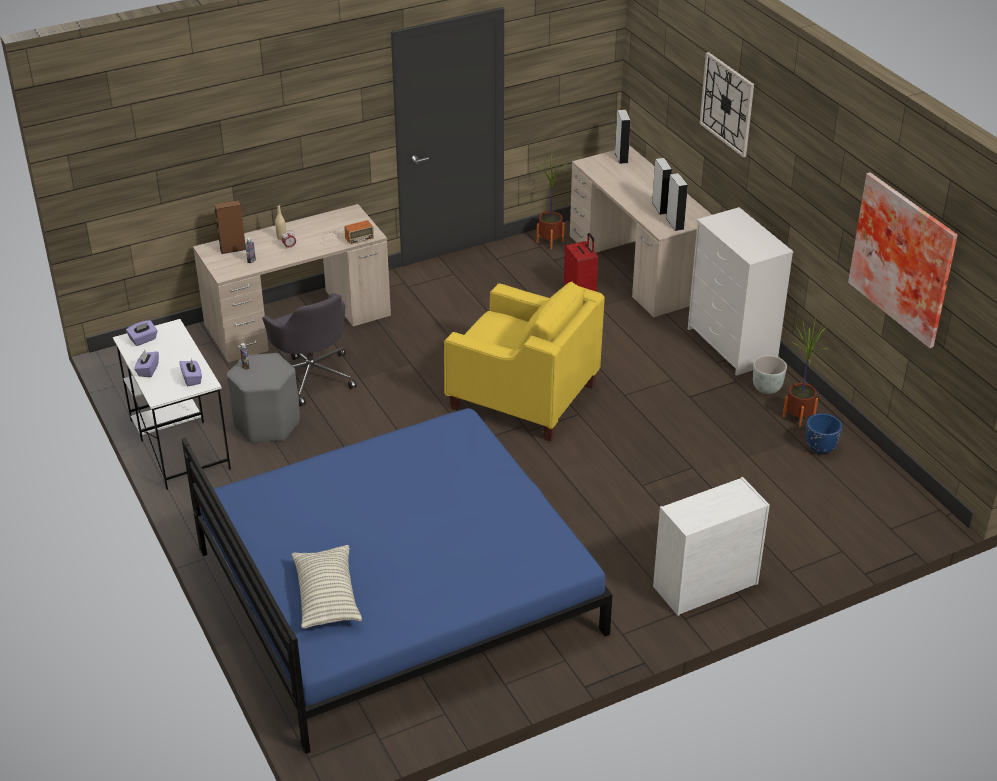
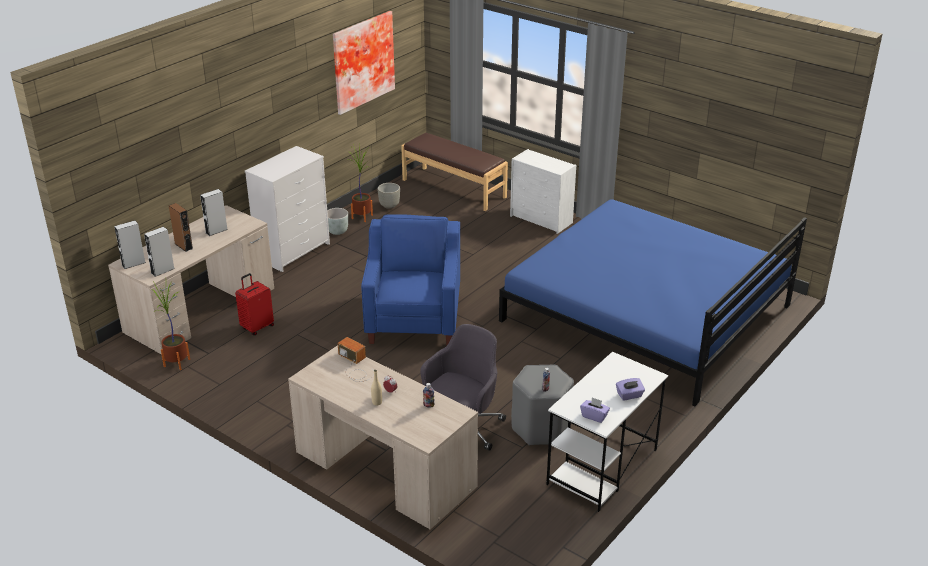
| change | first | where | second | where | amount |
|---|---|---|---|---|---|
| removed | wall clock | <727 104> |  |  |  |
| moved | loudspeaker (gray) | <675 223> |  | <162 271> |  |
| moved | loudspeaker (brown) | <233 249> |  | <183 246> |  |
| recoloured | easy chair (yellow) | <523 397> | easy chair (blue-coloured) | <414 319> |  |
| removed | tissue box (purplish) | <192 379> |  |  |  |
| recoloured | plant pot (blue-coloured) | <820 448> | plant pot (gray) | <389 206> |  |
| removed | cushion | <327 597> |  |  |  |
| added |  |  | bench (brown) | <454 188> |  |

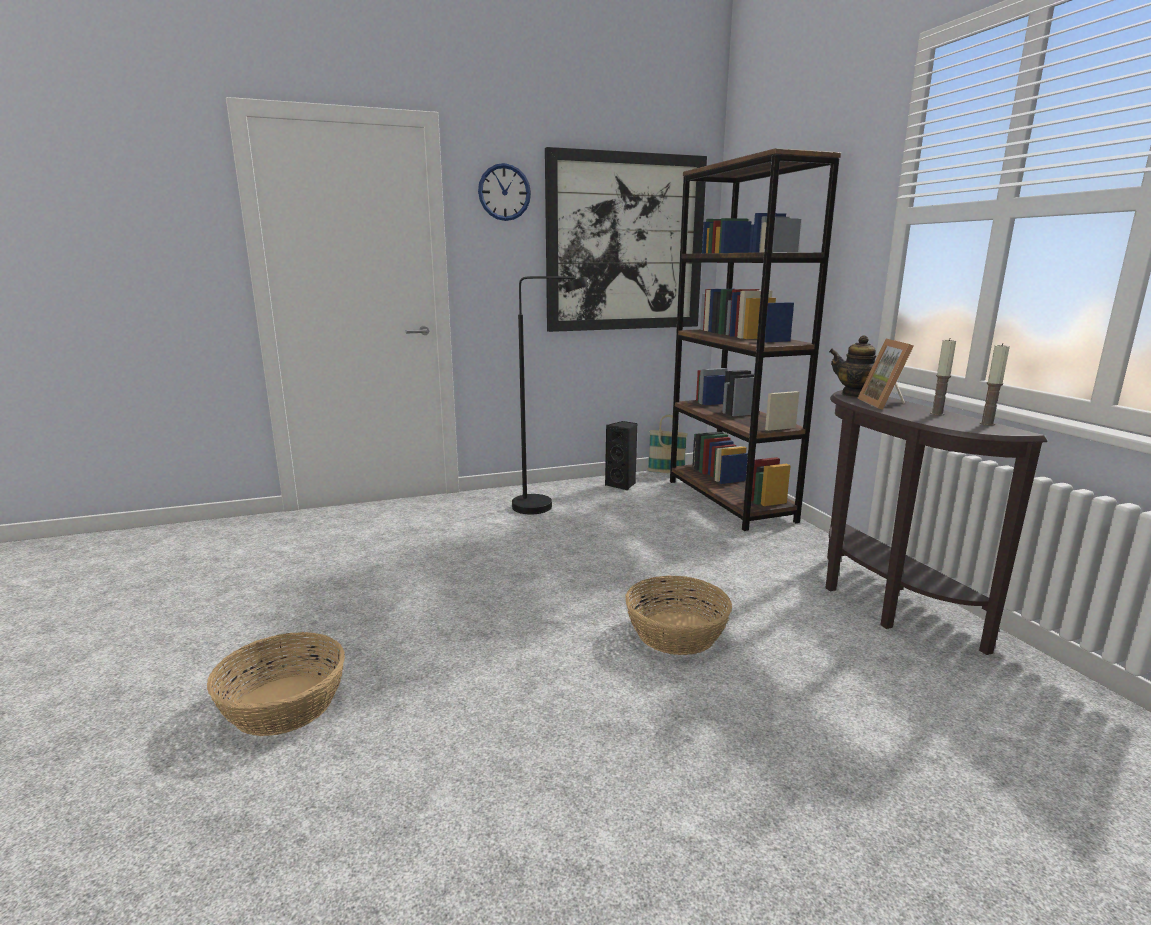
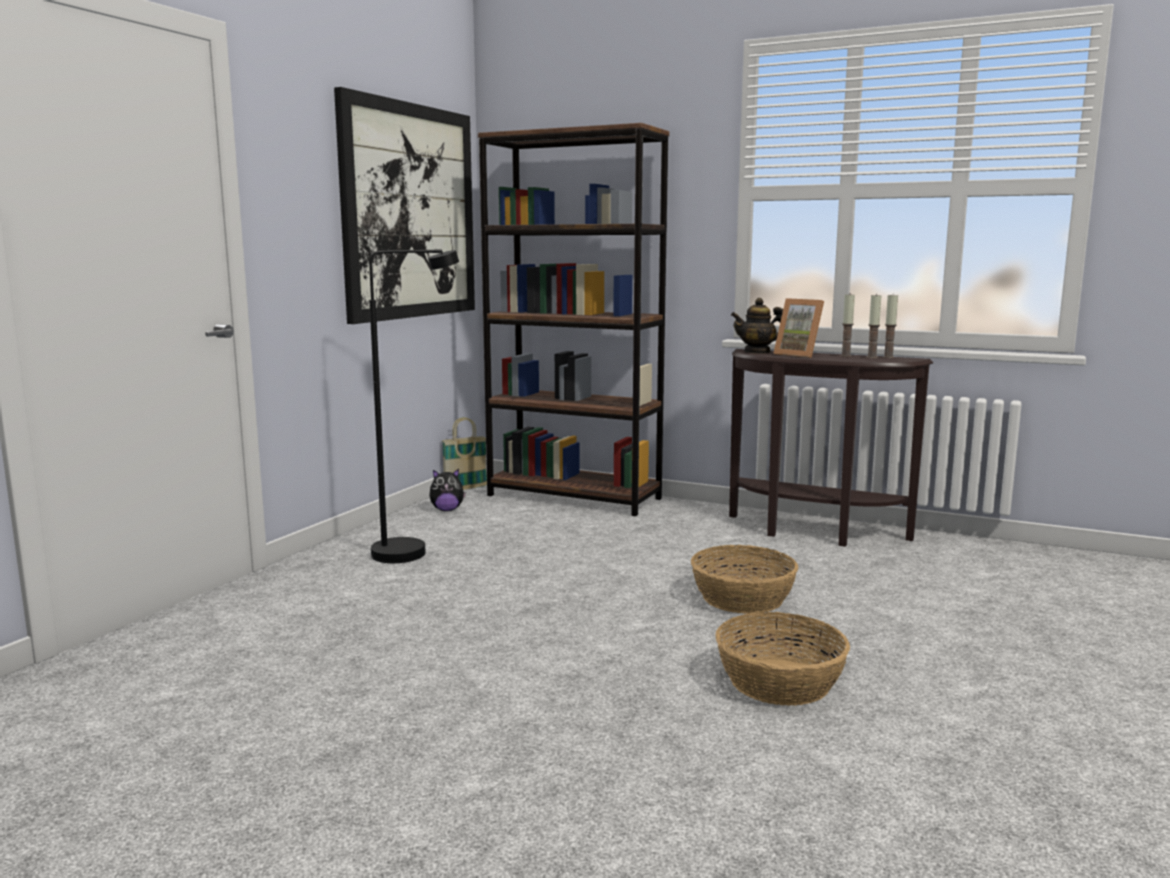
| change | first | where | second | where | amount |
|---|---|---|---|---|---|
| removed | wall clock | <504 192> |  |  |  |
| replaced | loudspeaker (black-coloured) | <622 485> | soft toy | <447 510> |  |
| moved | basket | <284 704> |  | <778 681> |  |
| added |  |  | wax candle | <872 357> |  |

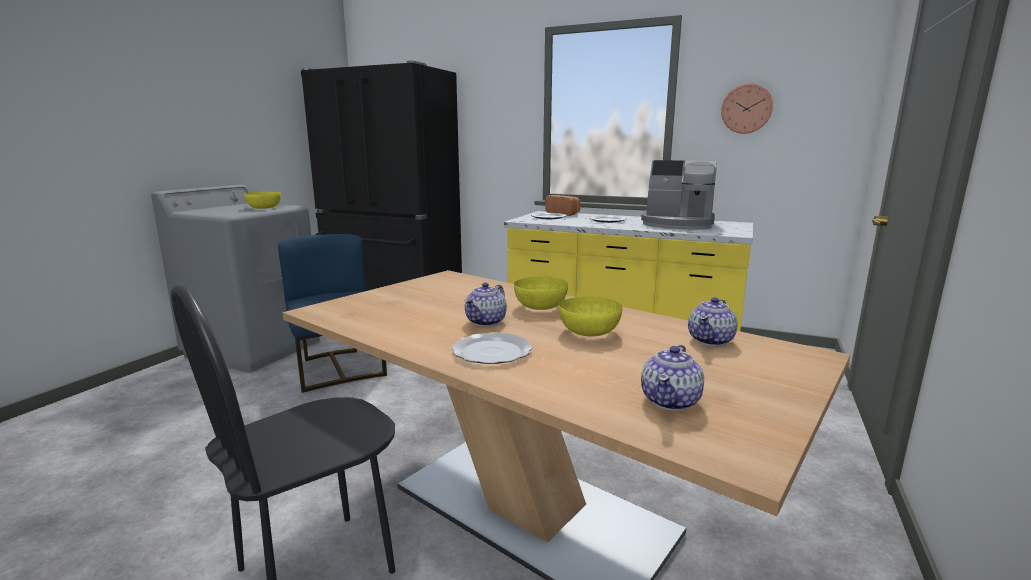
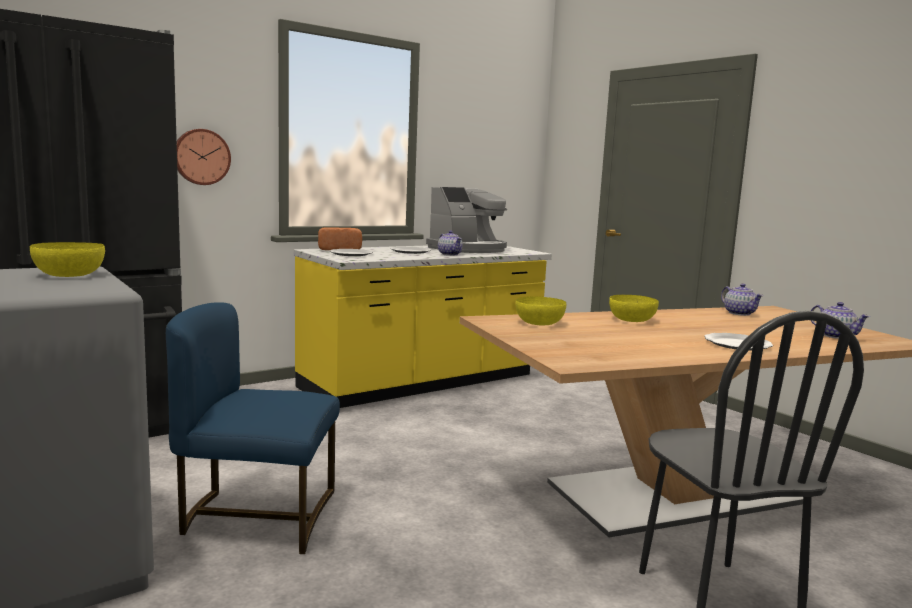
| change | first | where | second | where | amount |
|---|---|---|---|---|---|
| moved | wall clock | <746 109> |  | <201 157> |  |
| moved | teapot | <486 321> |  | <449 254> |  |
| moved | serving bowl (yellow) | <589 332> |  | <540 323> |  |

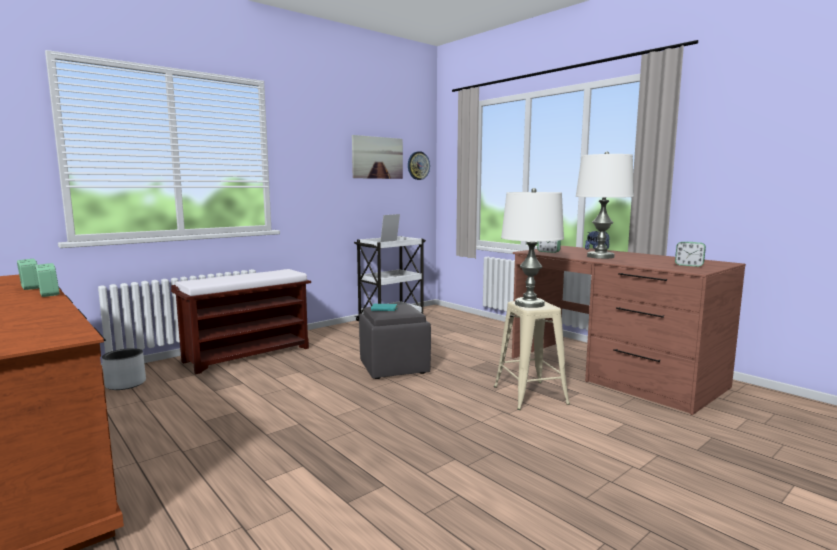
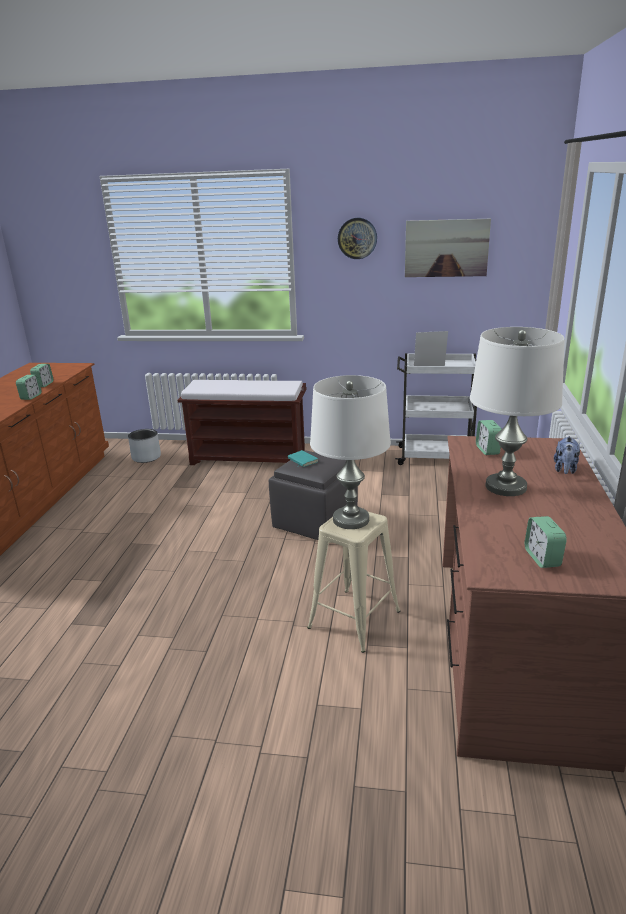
| change | first | where | second | where | amount |
|---|---|---|---|---|---|
| moved | wall clock | <418 165> |  | <357 238> |  |

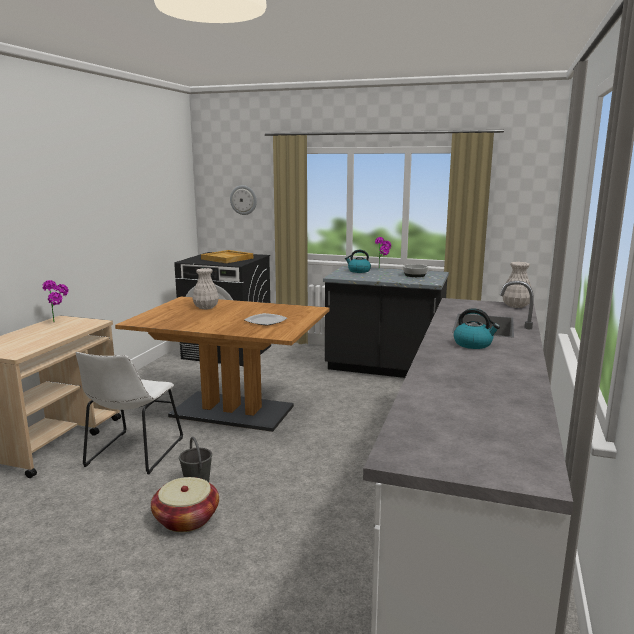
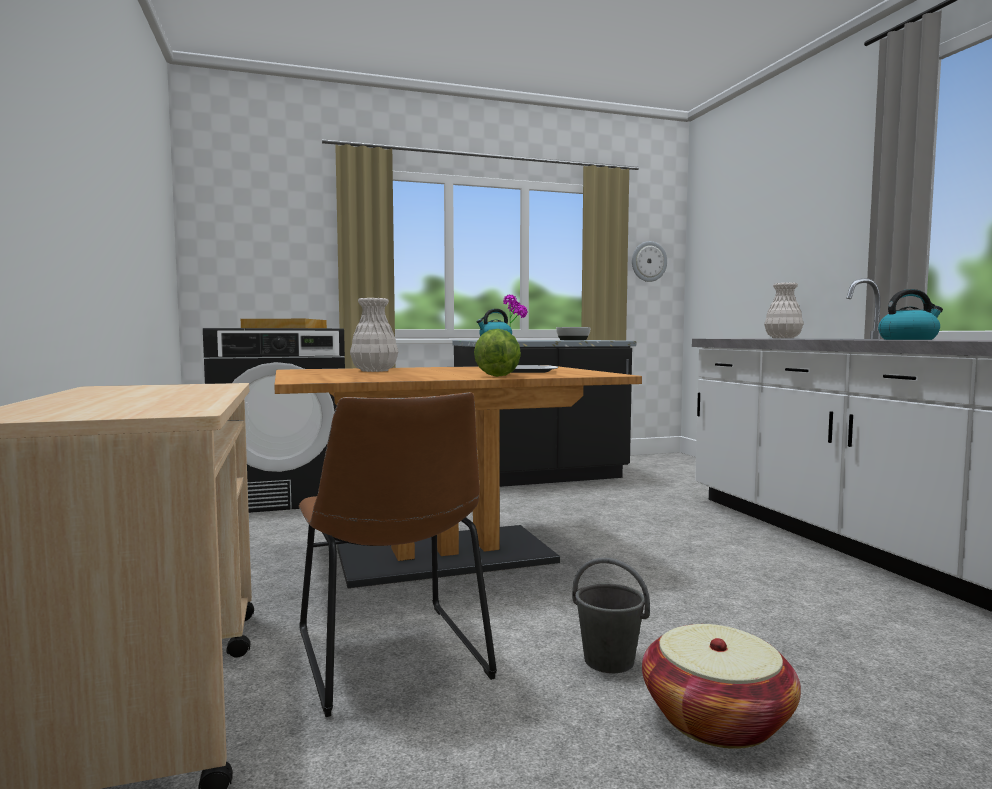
| change | first | where | second | where | amount |
|---|---|---|---|---|---|
| moved | wall clock | <243 200> |  | <648 261> |  |
| removed | houseplant | <59 322> |  |  |  |
| recoloured | plain chair (white-coloured) | <133 454> | plain chair (brown) | <393 659> |  |
| added |  |  | head of lettuce | <497 376> |  |

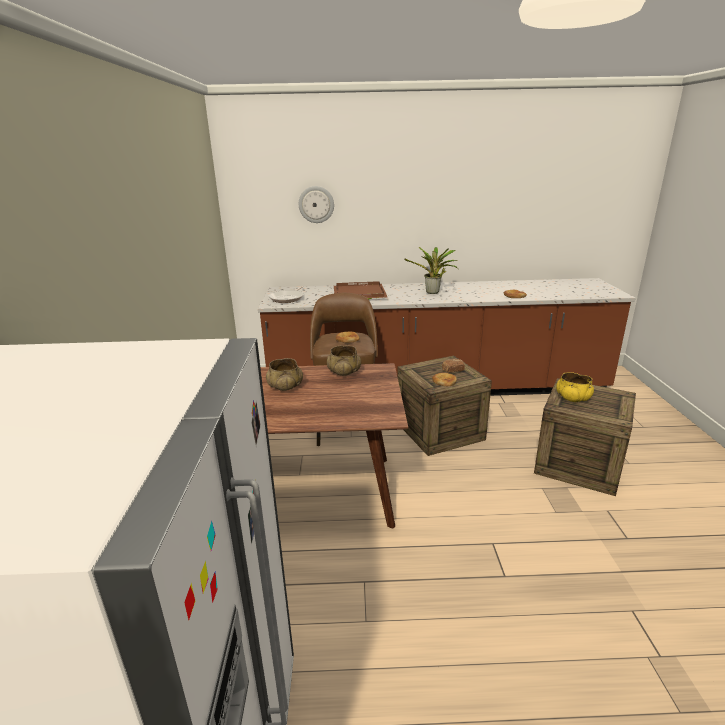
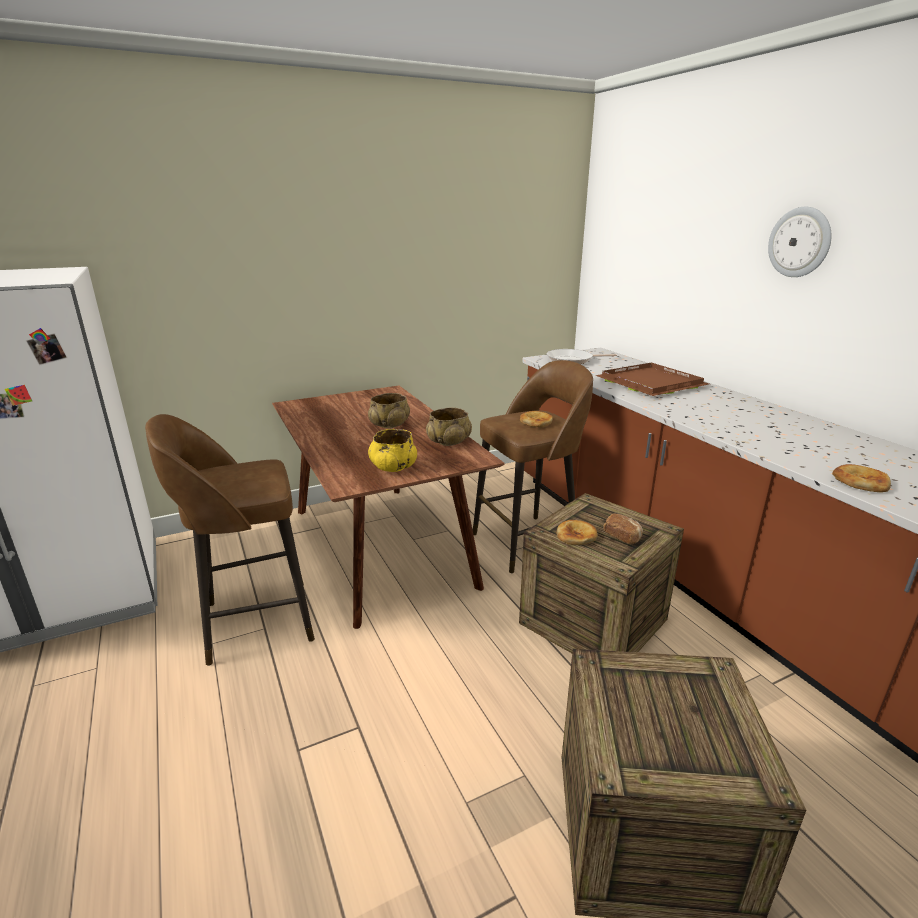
| change | first | where | second | where | amount |
|---|---|---|---|---|---|
| moved | wall clock | <316 204> |  | <800 242> |  |
| removed | houseplant | <433 293> |  |  |  |
| moved | serving bowl (yellow) | <572 398> |  | <394 467> |  |
| added |  |  | sitting stool (brown) | <254 622> |  |

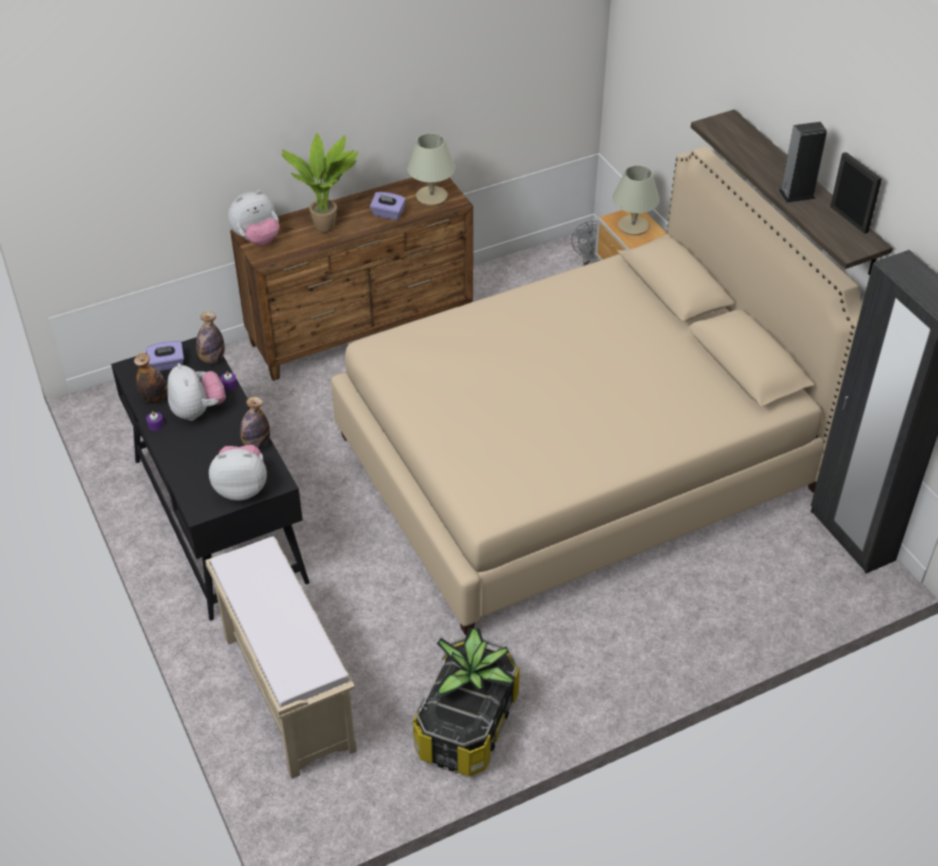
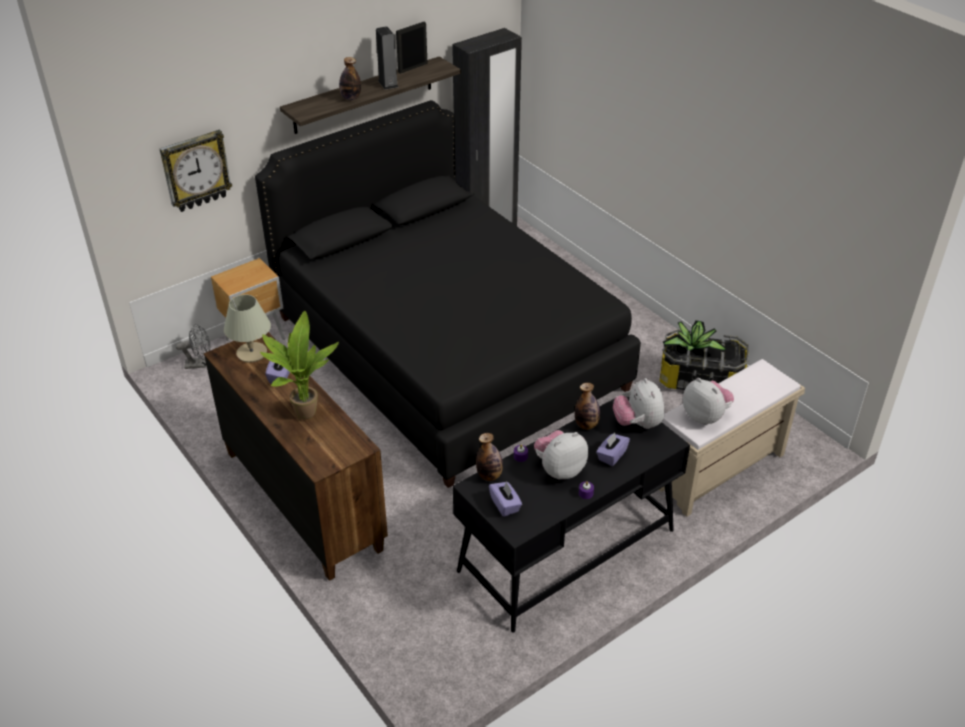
| change | first | where | second | where | amount |
|---|---|---|---|---|---|
| recoloured | sleeping bed (beige) | <576 462> | sleeping bed (black-coloured) | <448 352> |  |
| removed | tabletop lamp (beige) | <633 226> |  |  |  |
| moved | soft toy | <257 239> |  | <705 416> |  |
| moved | drink bottle | <154 398> |  | <350 98> |  |
| added |  |  | wall clock | <195 171> |  |
| added |  |  | tissue box (purplish) | <611 455> |  |

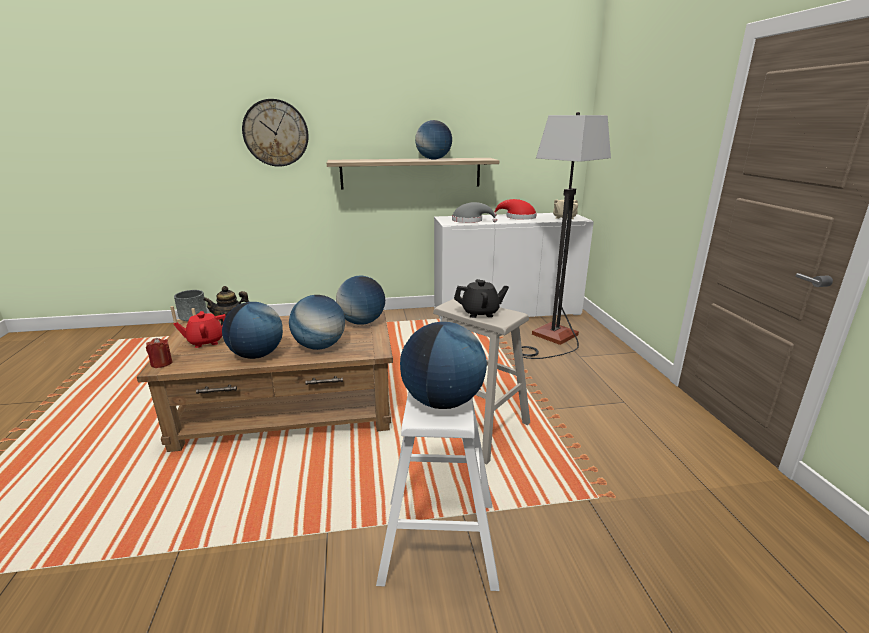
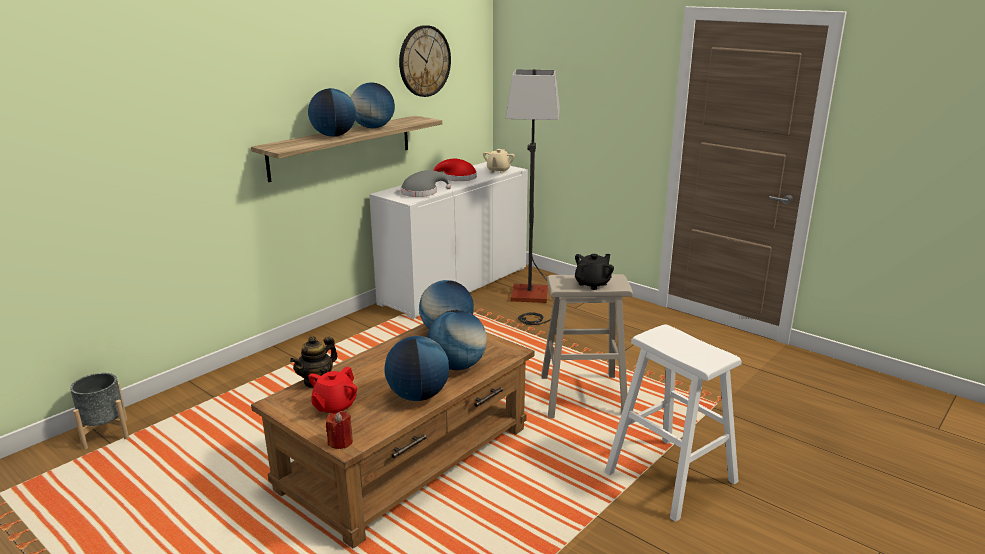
| change | first | where | second | where | amount |
|---|---|---|---|---|---|
| moved | wall clock | <276 133> |  | <424 61> |  |
| moved | world globe | <442 402> |  | <334 136> |  |

